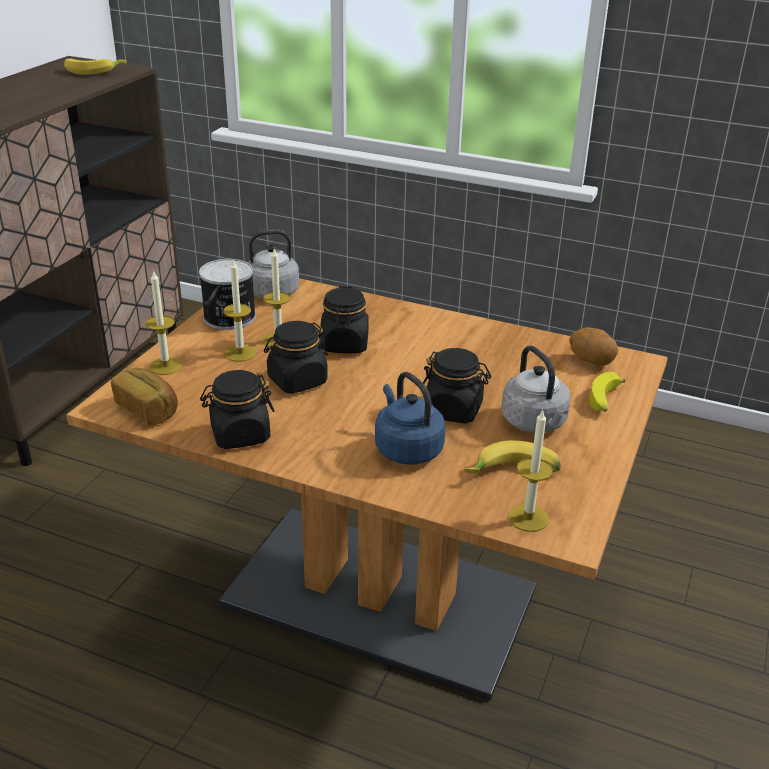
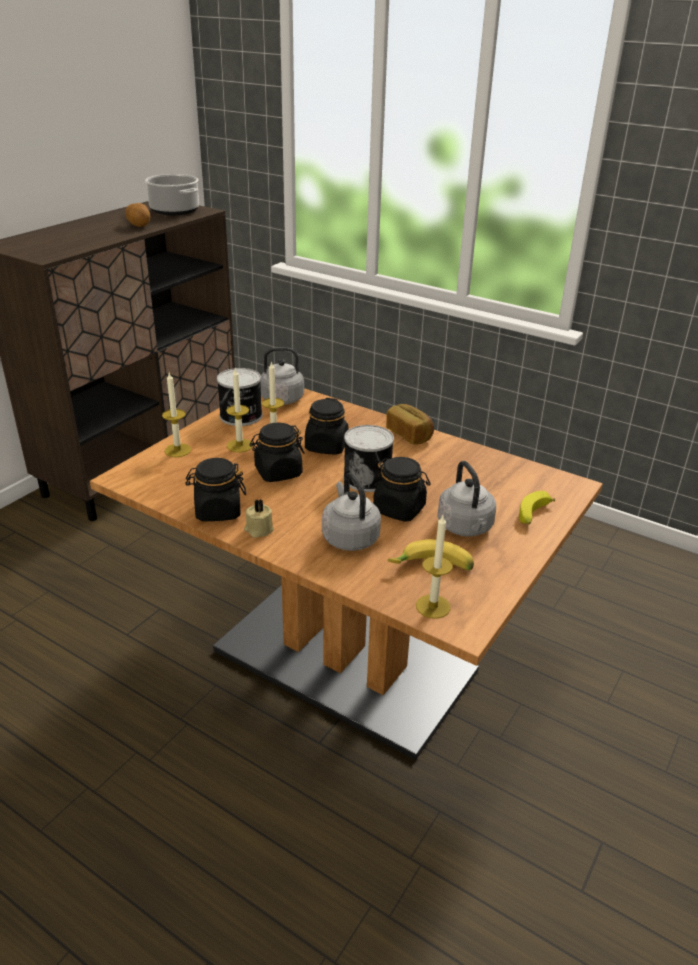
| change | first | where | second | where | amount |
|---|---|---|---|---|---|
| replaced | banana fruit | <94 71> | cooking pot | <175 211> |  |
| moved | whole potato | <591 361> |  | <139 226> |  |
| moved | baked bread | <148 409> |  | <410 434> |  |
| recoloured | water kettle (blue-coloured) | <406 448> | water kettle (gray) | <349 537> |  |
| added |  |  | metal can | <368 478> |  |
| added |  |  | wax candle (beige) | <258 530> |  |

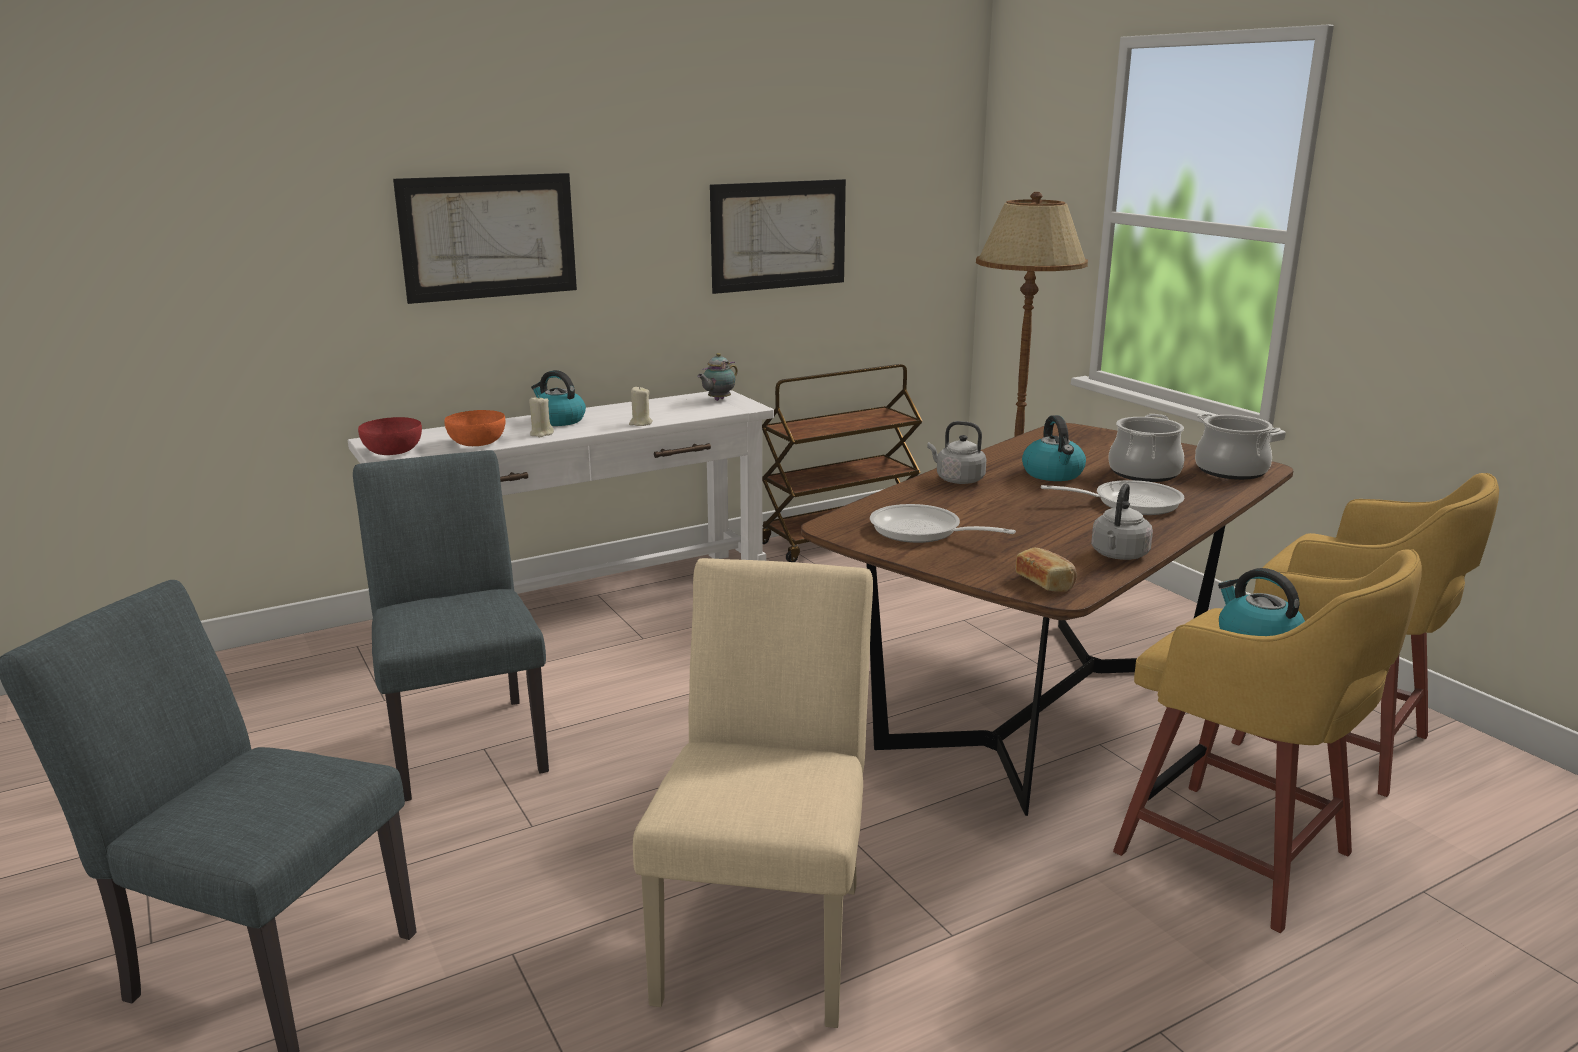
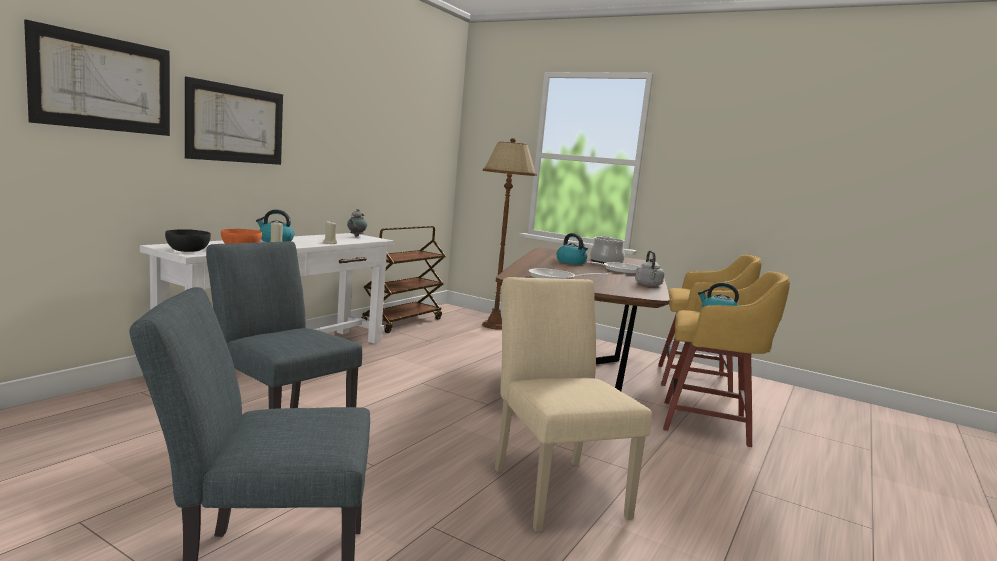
| change | first | where | second | where | amount |
|---|---|---|---|---|---|
| moved | picture | <779 235> |  | <103 83> |  |
| removed | cooking pot | <1230 471> |  |  |  |
| recoloured | serving bowl (red) | <394 451> | serving bowl (black-coloured) | <188 250> |  |
| removed | water kettle (gray) | <957 480> |  |  |  |
| removed | baked bread | <1045 582> |  |  |  |

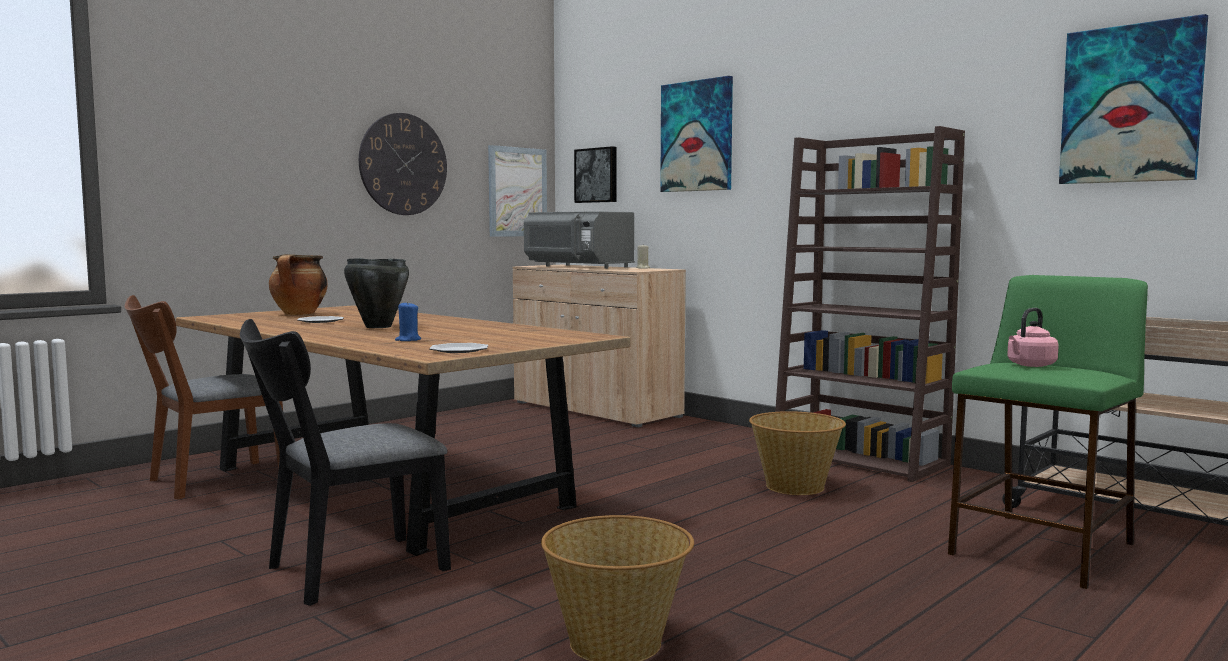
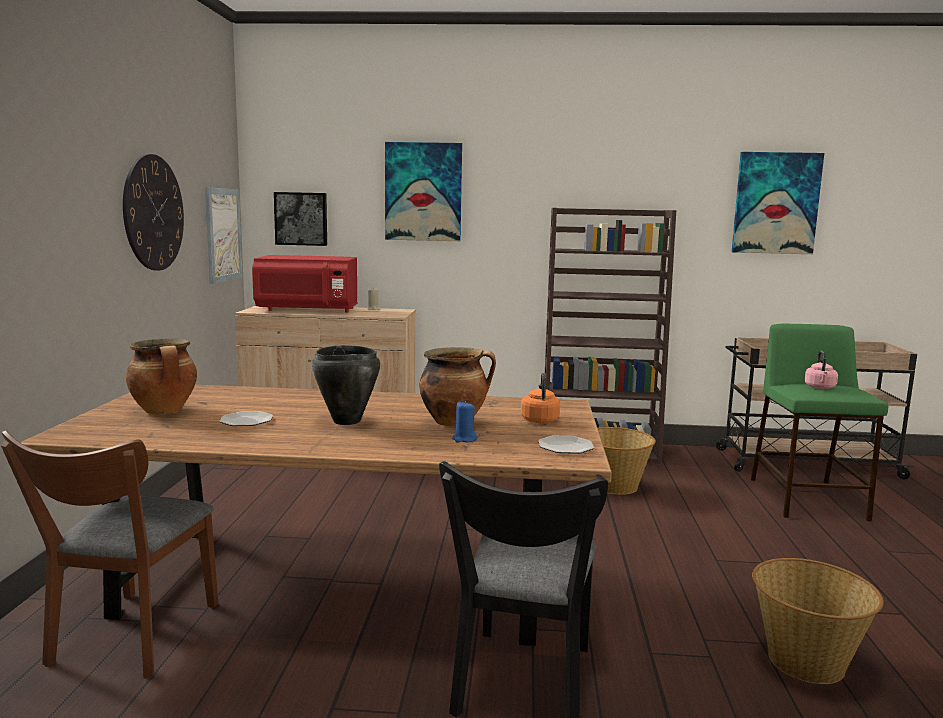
| change | first | where | second | where | amount |
|---|---|---|---|---|---|
| recoloured | microwave oven (gray) | <578 267> | microwave oven (red) | <307 310> |  |
| added |  |  | cooking pot | <455 422> |  |
| added |  |  | water kettle (orange-coloured) | <540 420> |  |

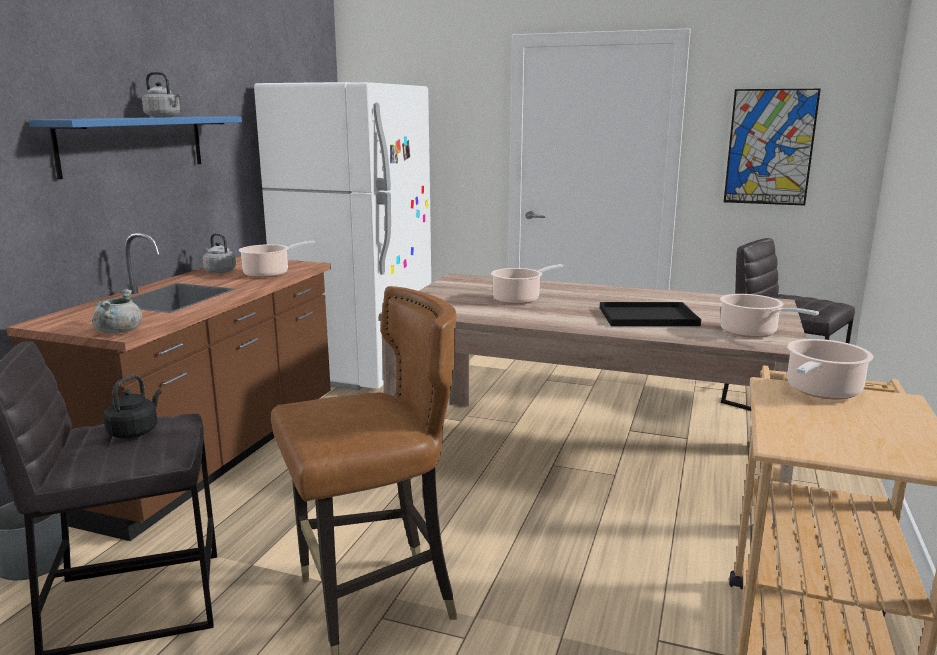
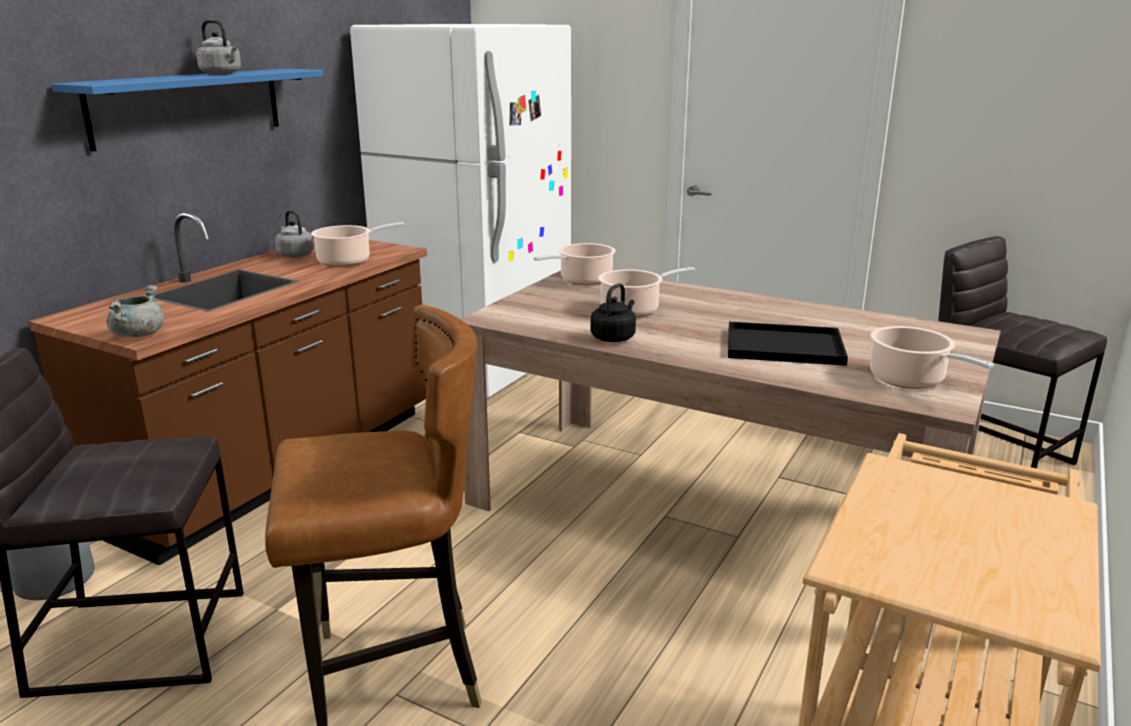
| change | first | where | second | where | amount |
|---|---|---|---|---|---|
| removed | picture | <770 147> |  |  |  |
| moved | cooking pot | <821 391> |  | <583 280> |  |
| moved | water kettle (black-coloured) | <135 431> |  | <614 337> |  |

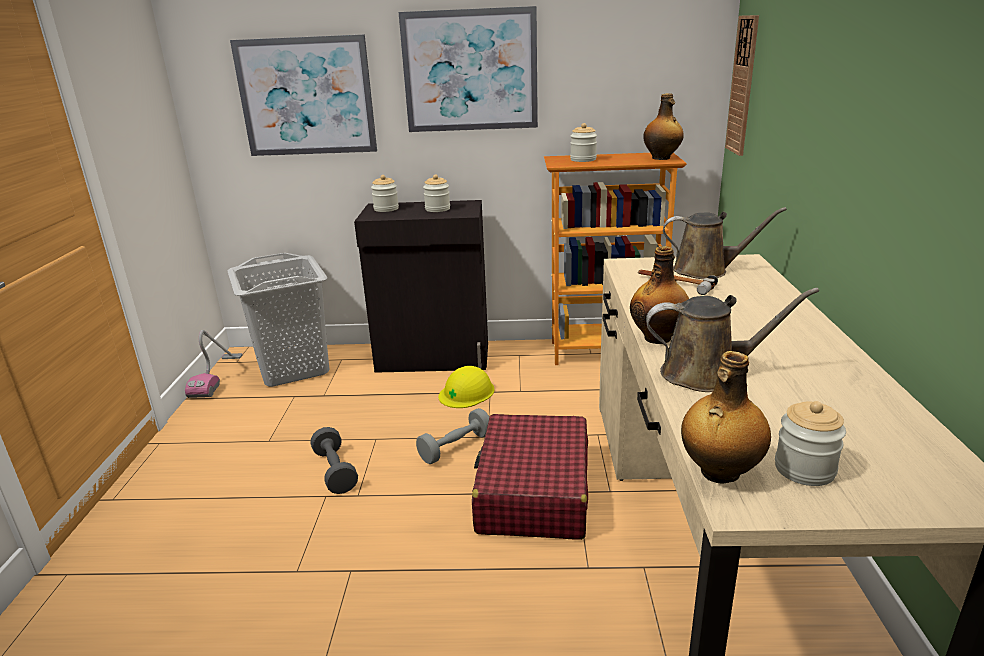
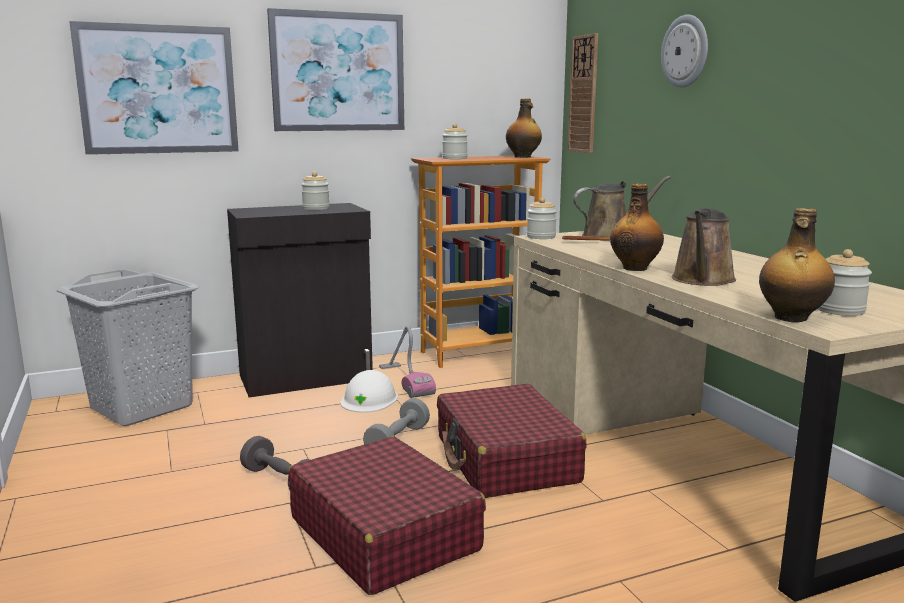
| change | first | where | second | where | amount |
|---|---|---|---|---|---|
| moved | preserve jar | <386 209> |  | <541 237> |  |
| turned | watering pot (brown) | <706 374> |  | <702 280> | 135 degrees clockwise |
| moved | vacuum cleaner | <217 376> |  | <405 381> |  |
| recoloured | work helmet (yellow) | <467 392> | work helmet (white-coloured) | <369 399> |  |
| added |  |  | wall clock | <685 51> |  |
| added |  |  | suitcase (red) | <384 533> |  |

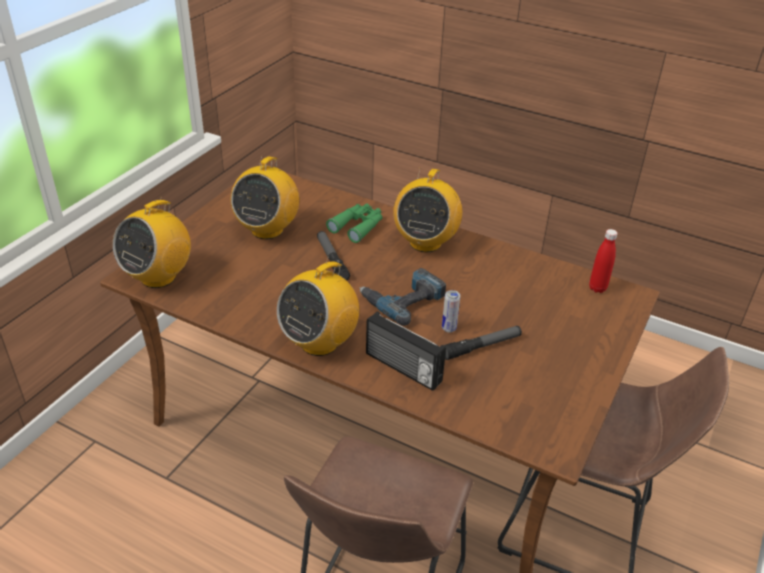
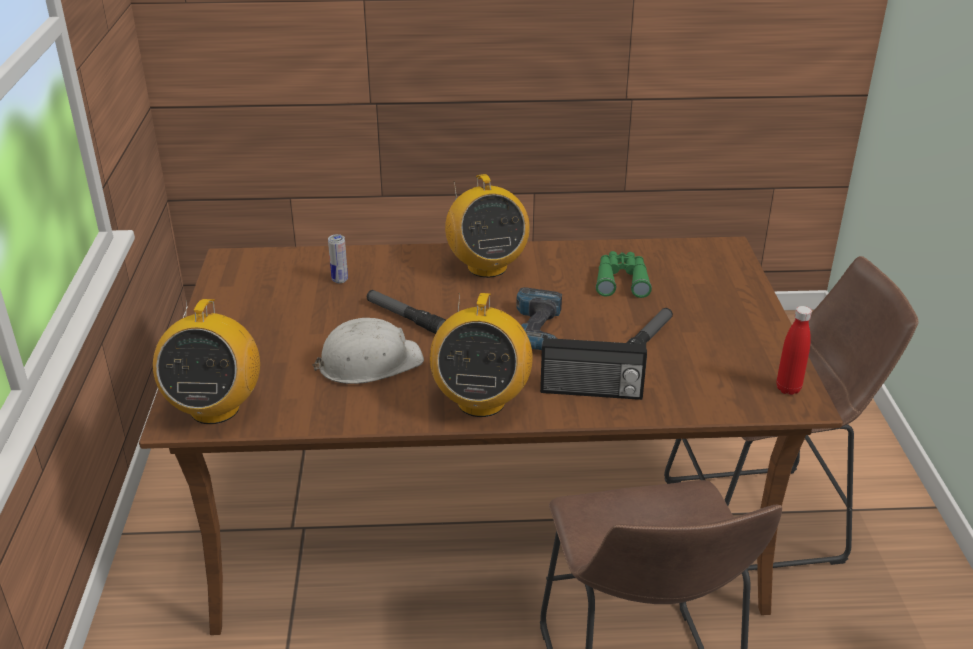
| change | first | where | second | where | amount |
|---|---|---|---|---|---|
| removed | radio receiver | <267 230> |  |  |  |
| moved | field glasses (green-coloured) | <358 226> |  | <621 280> |  |
| moved | drink bottle (red) | <597 288> |  | <788 388> |  |
| moved | metal can | <449 328> |  | <340 280> |  |
| added |  |  | work helmet (white-coloured) | <369 362> |  |

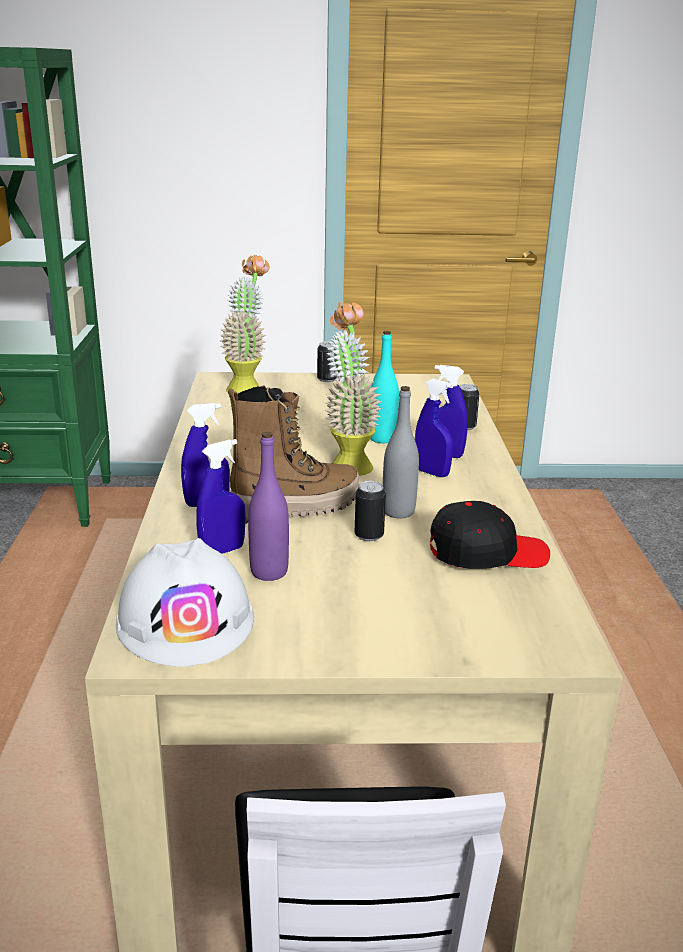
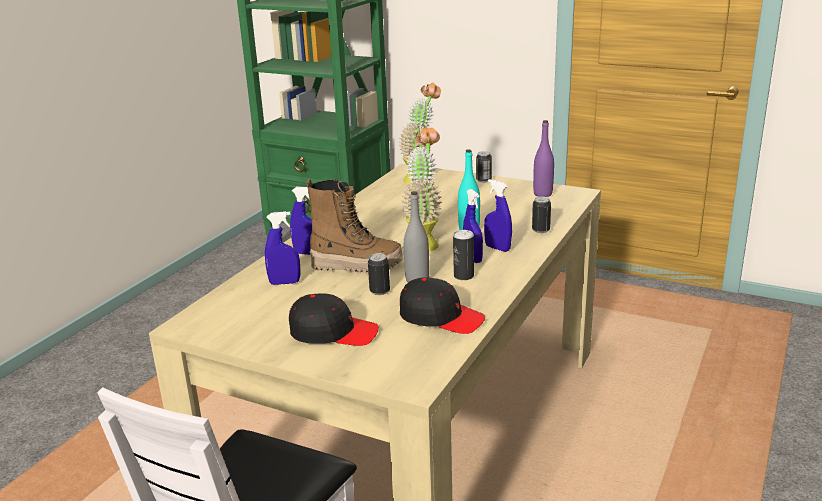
| change | first | where | second | where | amount |
|---|---|---|---|---|---|
| moved | drink bottle (purplish) | <269 572> |  | <542 194> |  |
| removed | work helmet (white-coloured) | <186 621> |  |  |  |
| added |  |  | metal can | <463 276> |  |
| added |  |  | cap (black-coloured) | <333 332> |  |

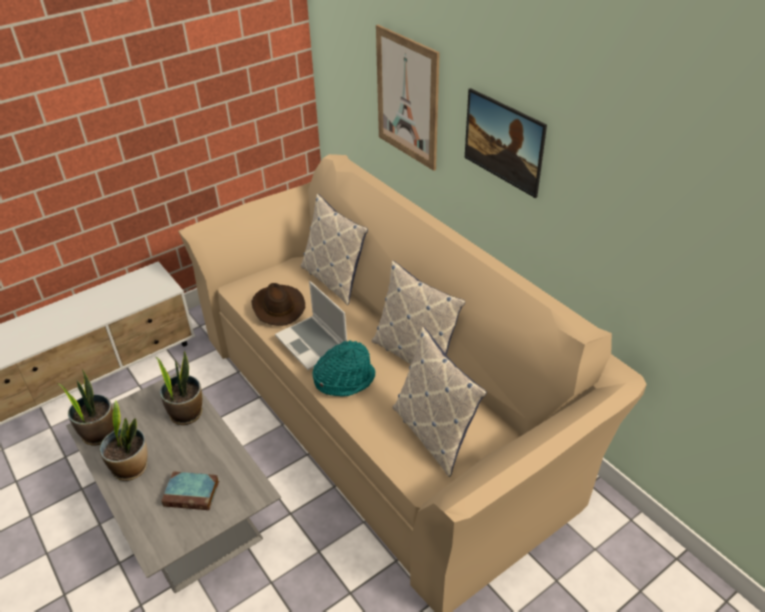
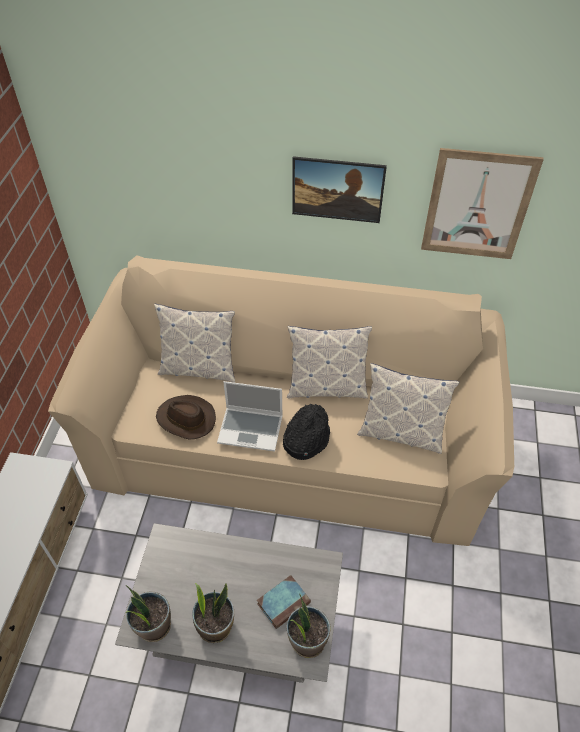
| change | first | where | second | where | amount |
|---|---|---|---|---|---|
| moved | picture | <407 98> |  | <477 205> |  |
| recoloured | wearable hat (turquoise-coloured) | <344 379> | wearable hat (black-coloured) | <305 439> |  |
| moved | houseplant | <186 413> |  | <307 640> |  |

